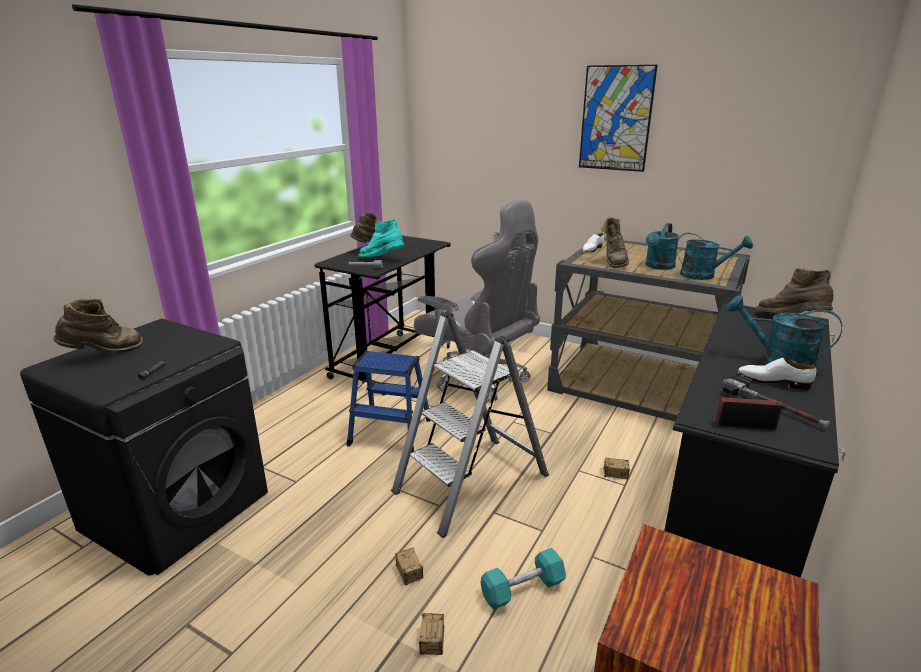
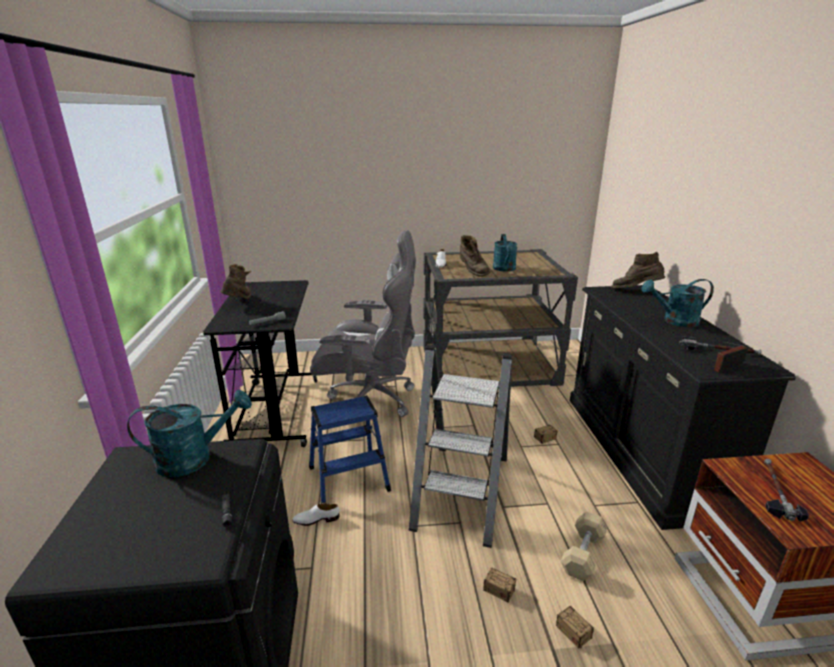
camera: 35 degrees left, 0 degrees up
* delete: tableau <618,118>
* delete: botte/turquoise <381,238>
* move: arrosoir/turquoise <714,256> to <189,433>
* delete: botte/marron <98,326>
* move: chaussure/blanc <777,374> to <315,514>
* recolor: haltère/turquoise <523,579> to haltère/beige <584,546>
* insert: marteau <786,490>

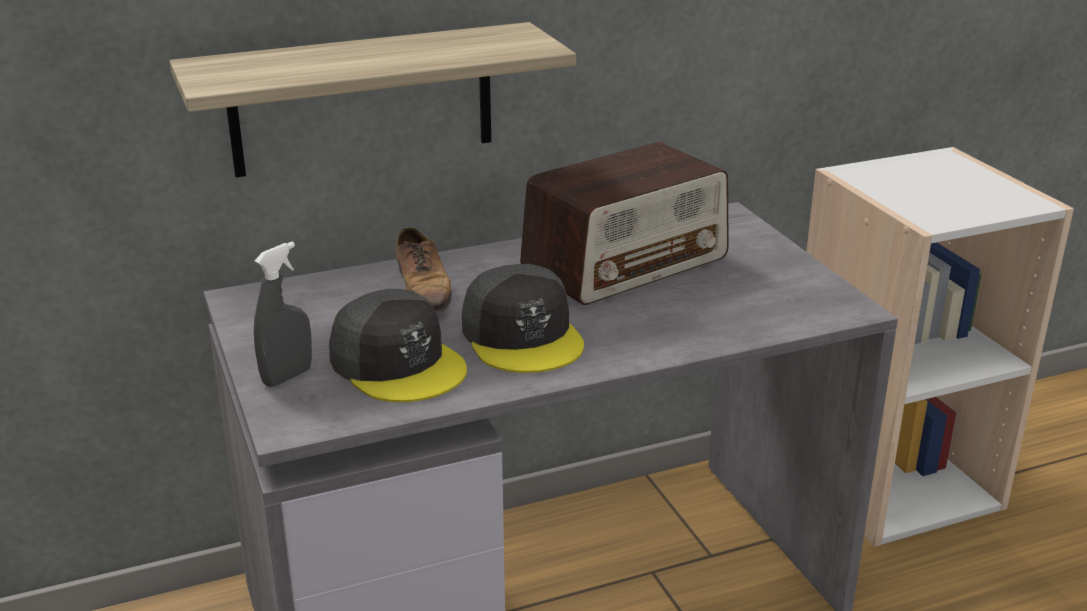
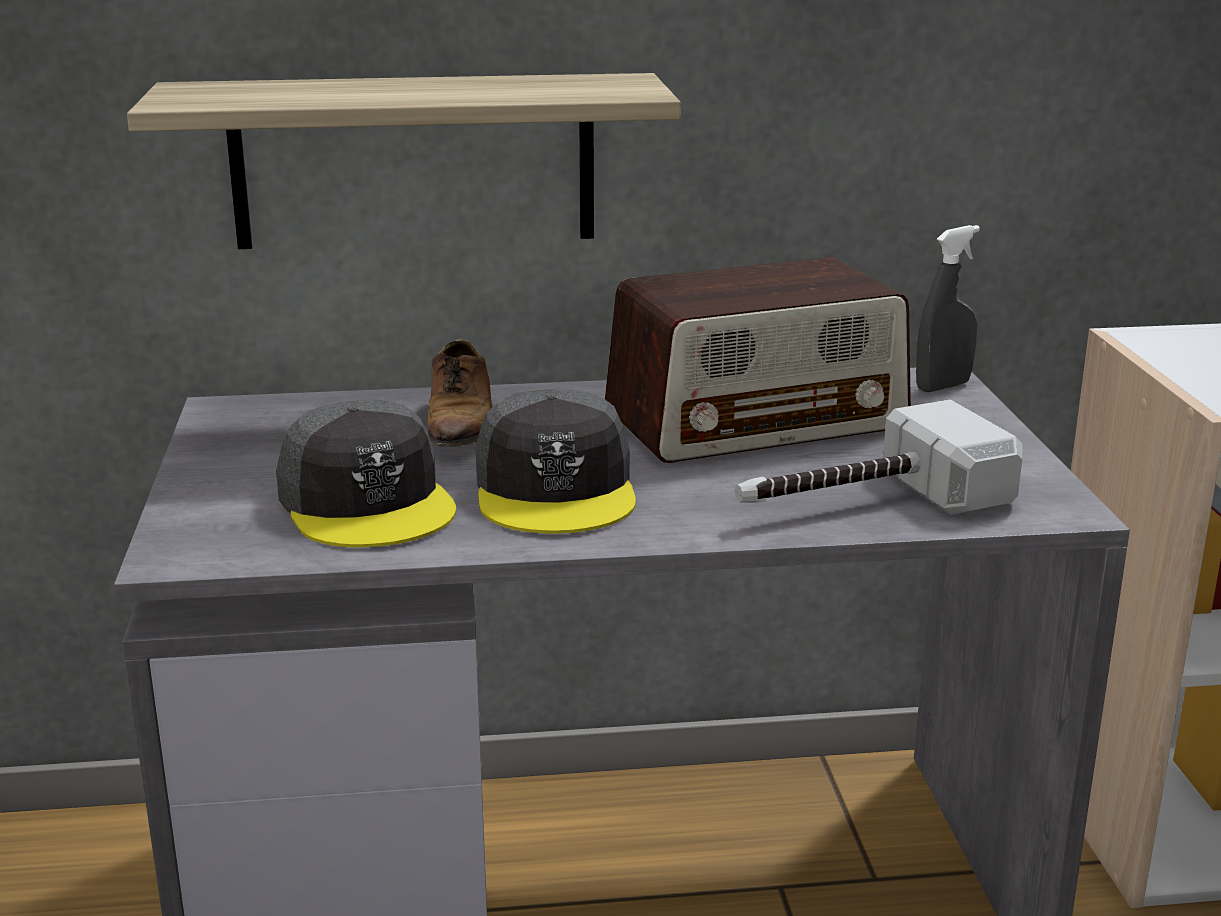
camera: 15 degrees right, 5 degrees down
* move: vaporisateur/gris <283,314> to <948,308>
* insert: marteau <879,457>

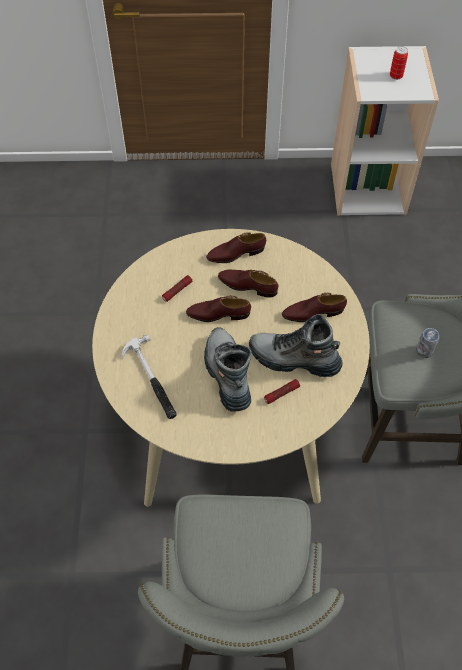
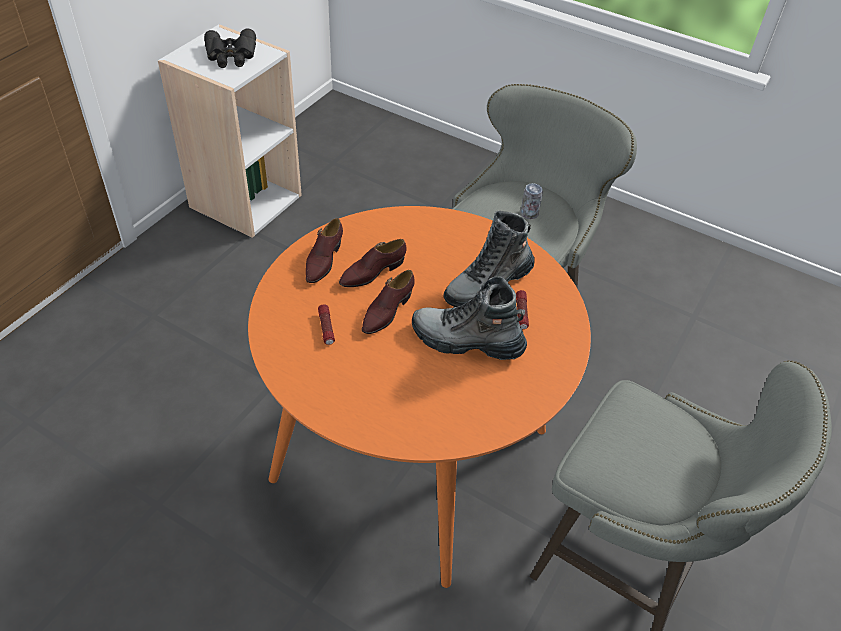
camera: 60 degrees left, 10 degrees down
* replace: boîte métallique <399,63> to jumelles/noir <230,48>
* recolor: table à manger/beige <231,368> to table à manger/orange <419,397>
* delete: chaussure/marron <314,307>
* delete: marteau <149,376>

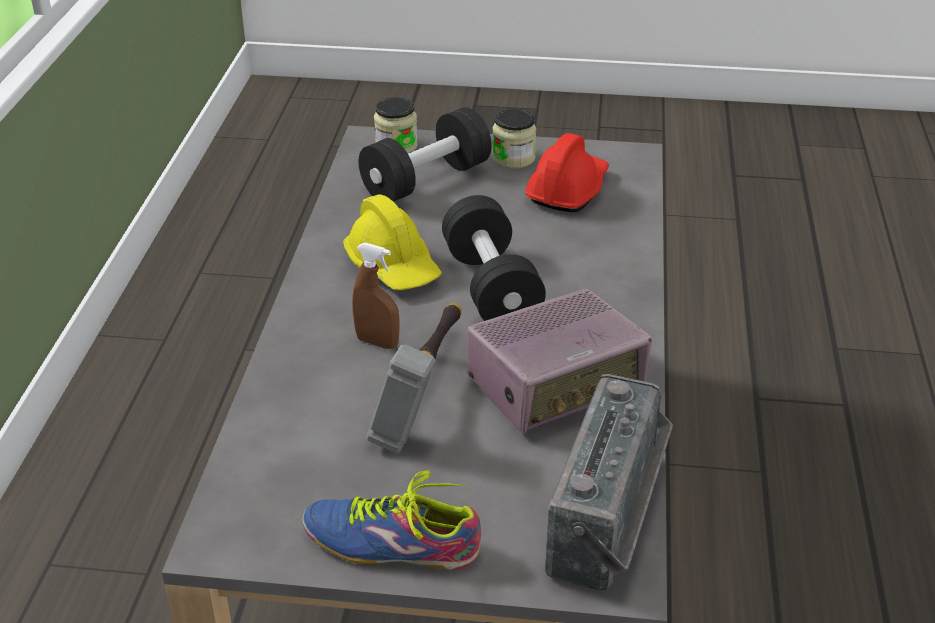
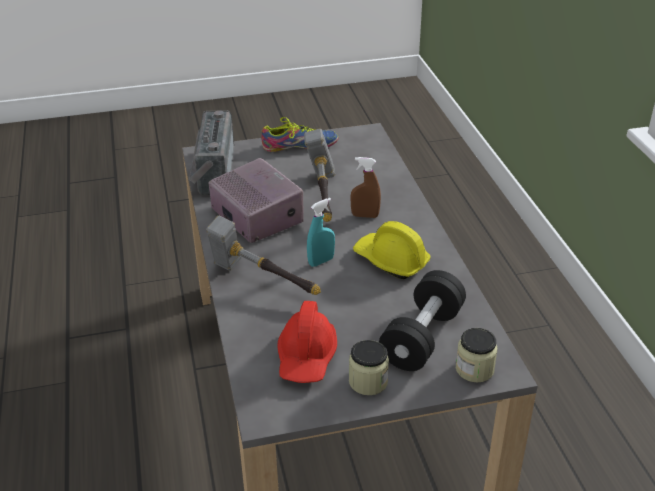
camera: 160 degrees right, 0 degrees up
* replace: haltère/noir <494,258> to vaporisateur/turquoise <321,232>
* rotate: radio <559,361> = <256,200> 105 degrees clockwise
* insert: marteau <263,255>

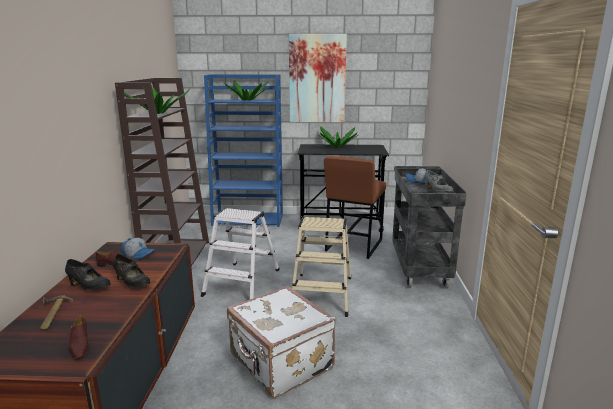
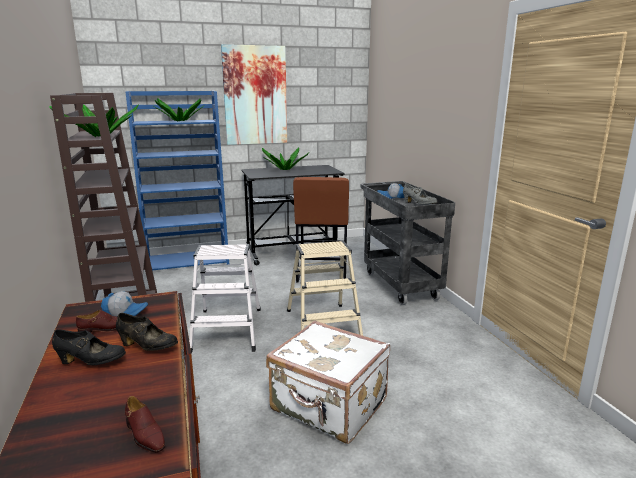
camera: 20 degrees left, 0 degrees up
* delete: marteau <56,312>

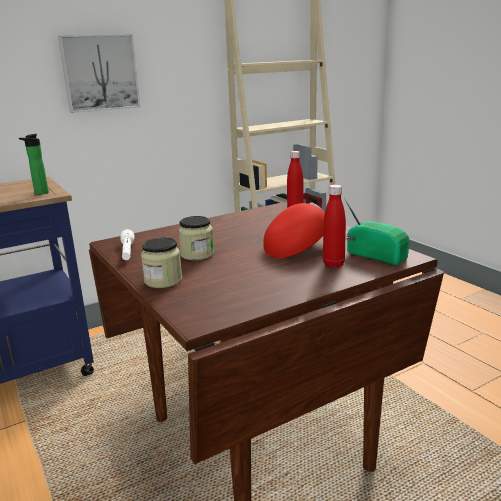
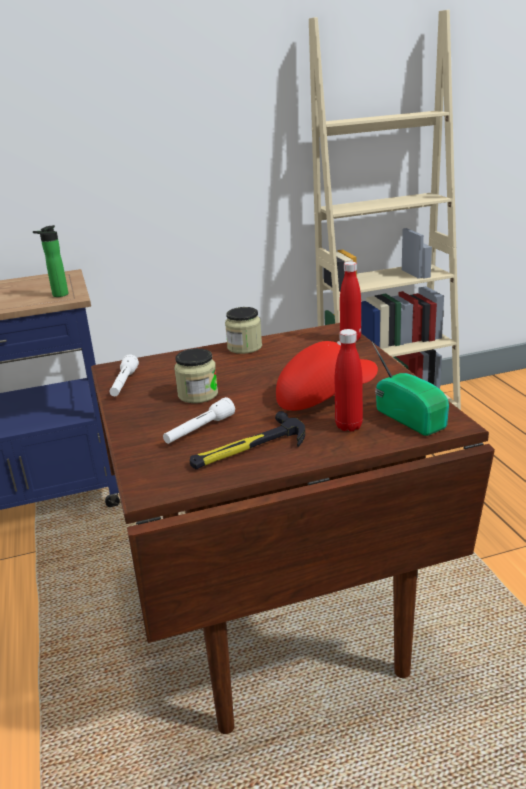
camera: 15 degrees right, 5 degrees up
* delete: tableau <99,73>
* move: bocal <161,262> to <243,330>
* insert: lampe de poche/blanc <199,420>
* insert: marteau <247,440>

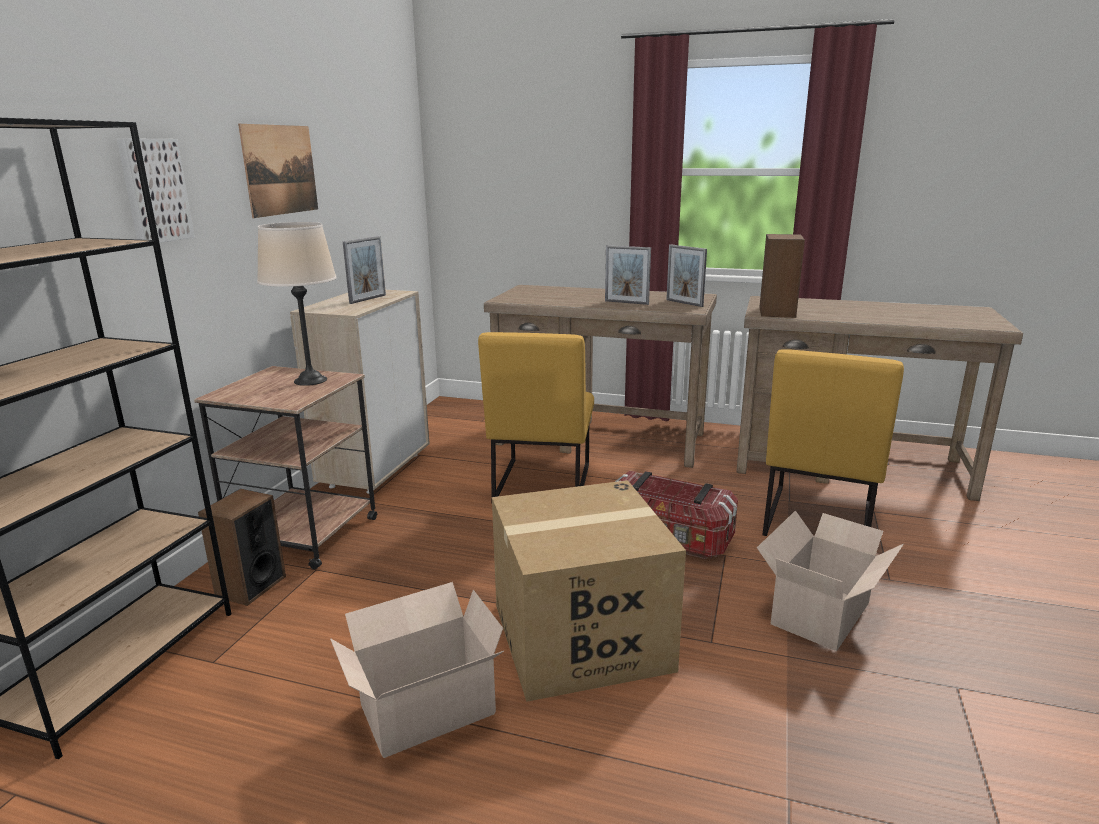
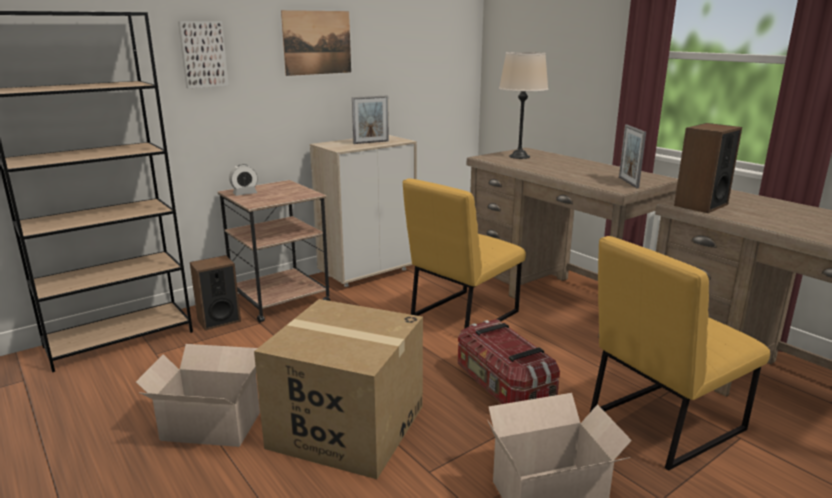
camera: 35 degrees right, 0 degrees up
* move: lampe de table/beige <297,304> to <523,105>
* delete: cadre photo <628,275>
* insert: réveil <243,180>

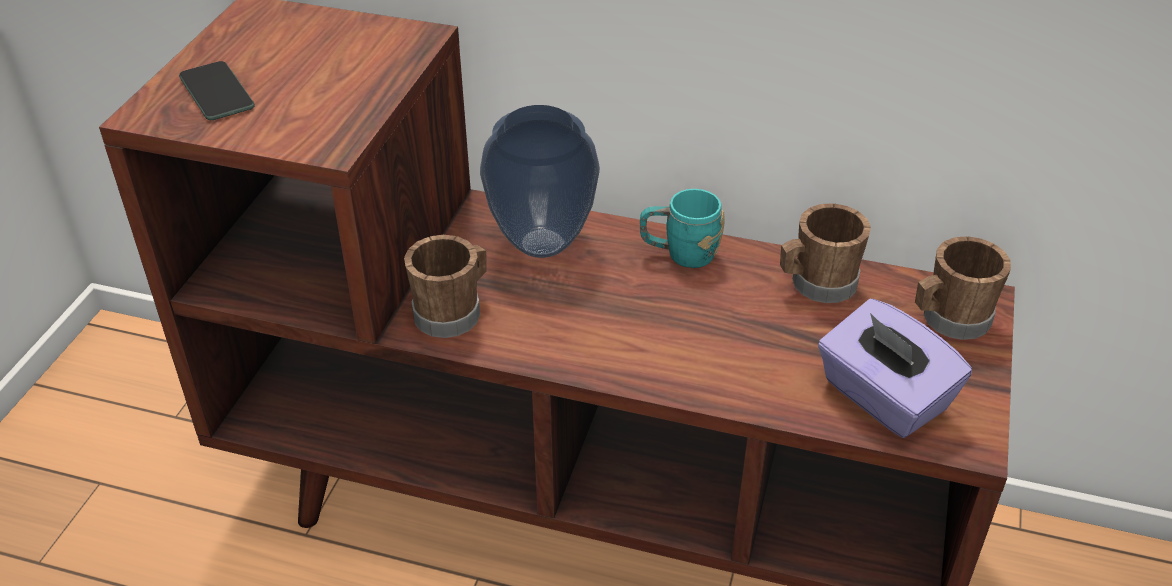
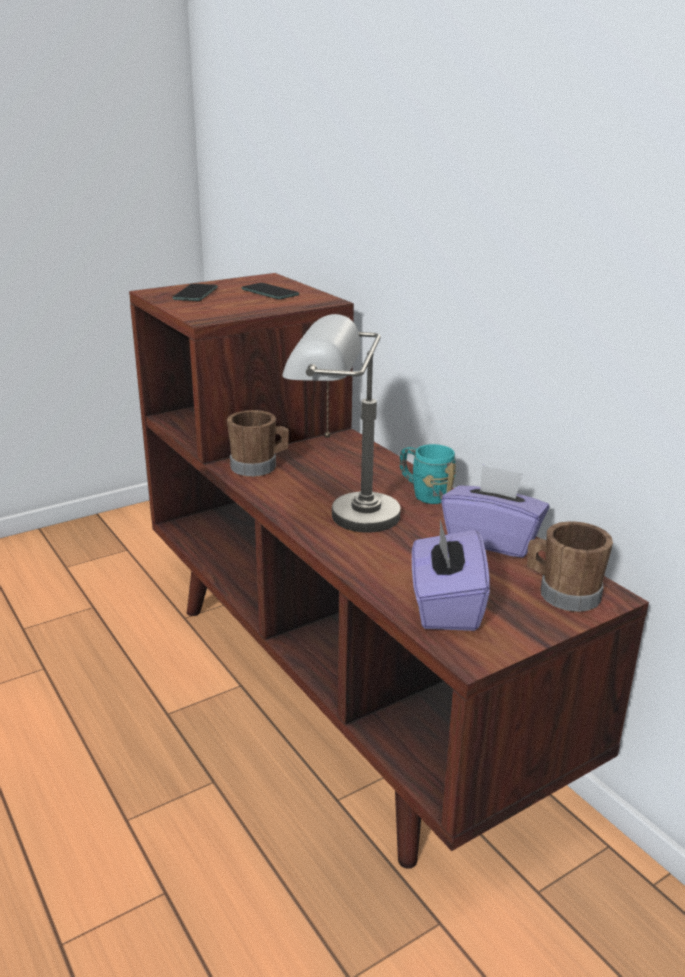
camera: 40 degrees right, 15 degrees down
* delete: vase <540,181>
* replace: mug/marron <825,253> to boîte à mouchoirs/violet <495,511>
* insert: téléphone <270,291>
* insert: lampe de table/gris <341,423>

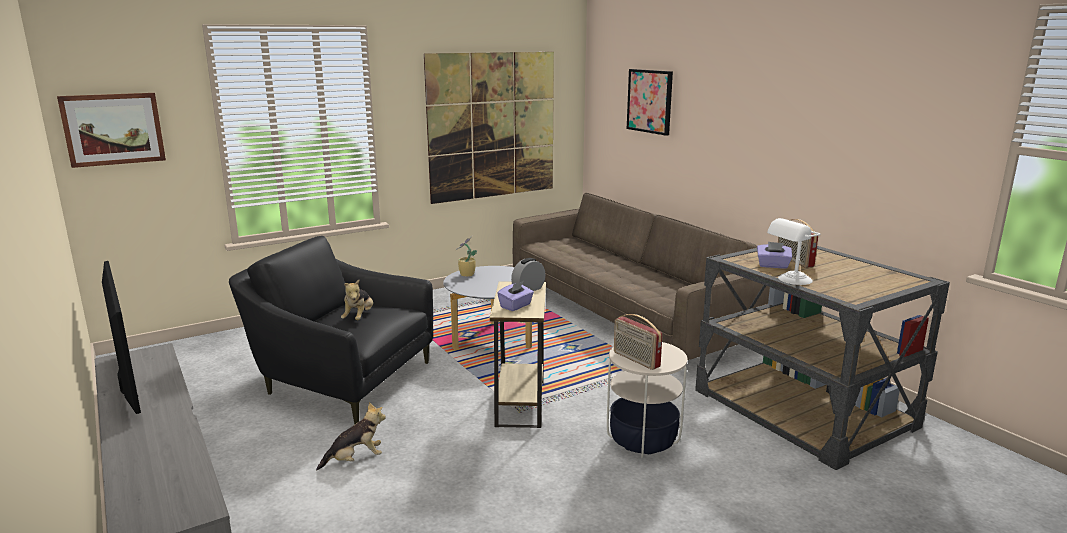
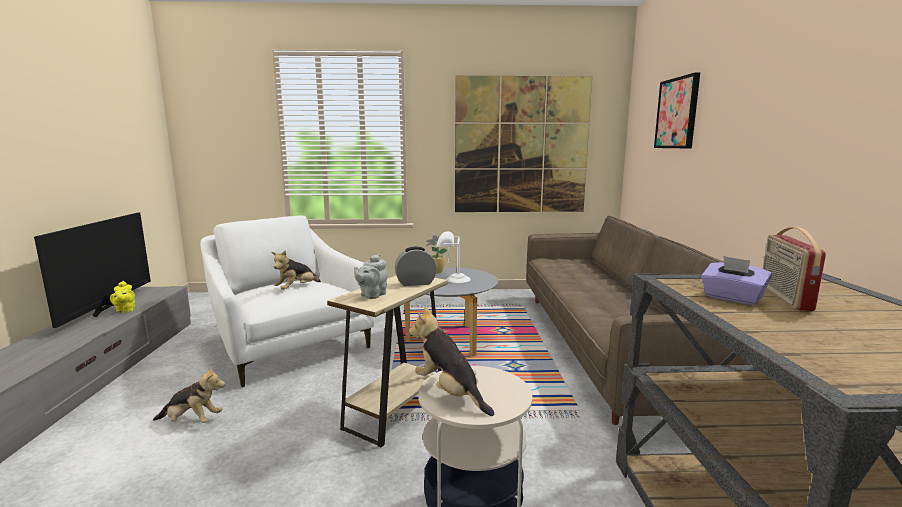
camera: 30 degrees right, 5 degrees down
* delete: tableau <111,130>
* move: lampe de table/blanc <793,251> to <453,257>
* recolor: fauteuil/noir <331,330> to fauteuil/blanc <287,301>
* replace: boîte à mouchoirs/violet <515,296> to théière/gris <371,276>
* replace: radio <638,342> to peluche <451,361>
* insert: théière/jaune <122,297>

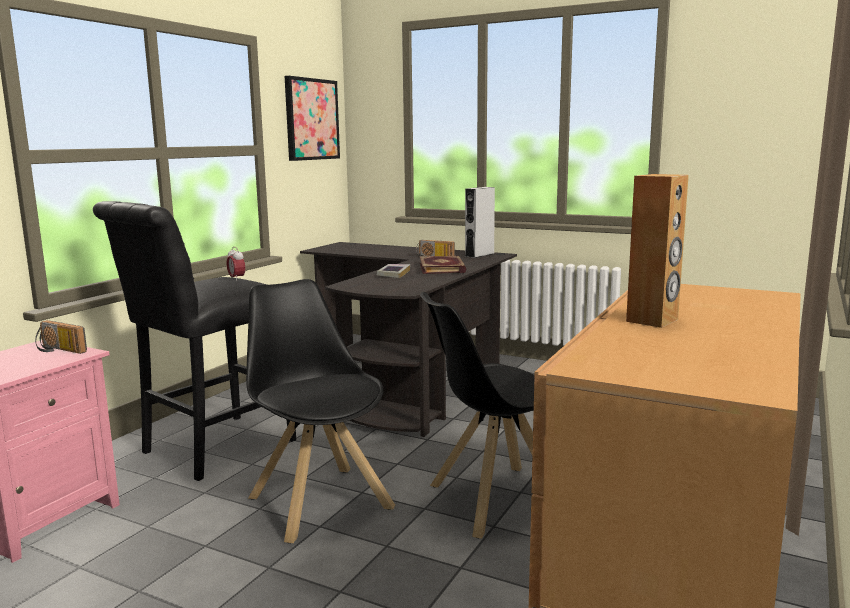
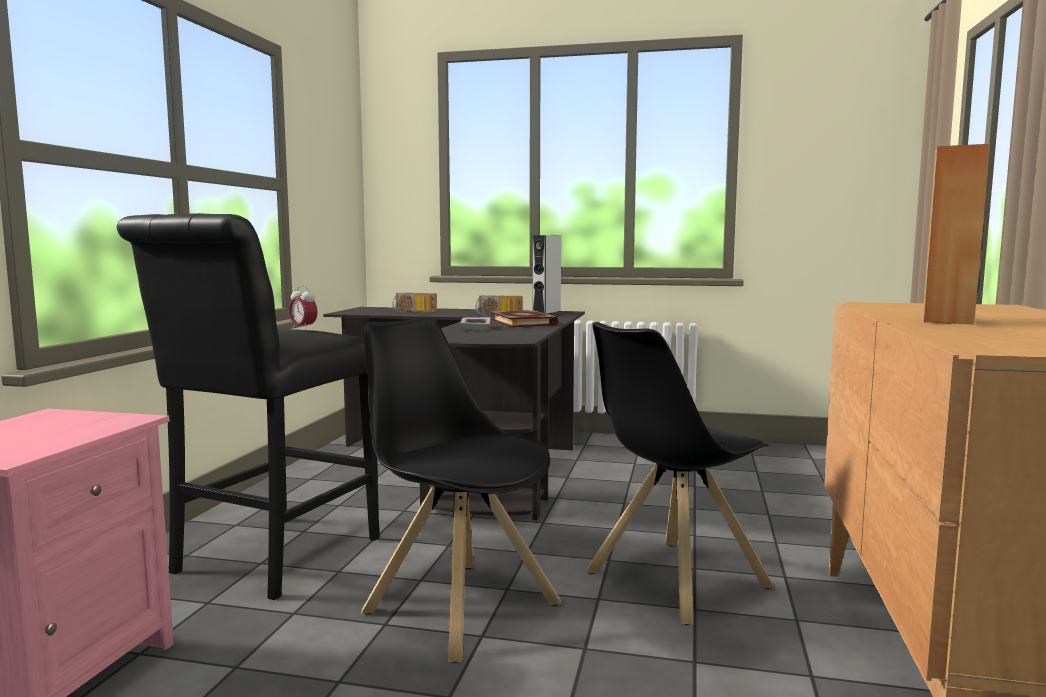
camera: 15 degrees left, 5 degrees down
* delete: tableau <312,118>
* move: radio <61,337> to <414,302>

